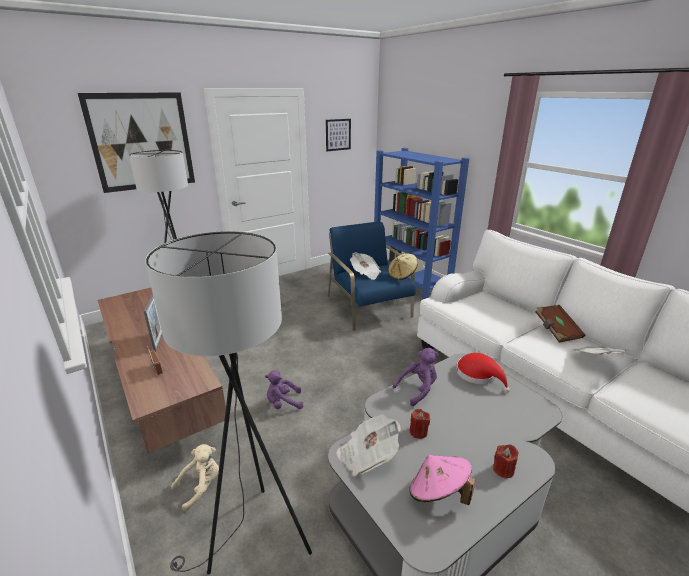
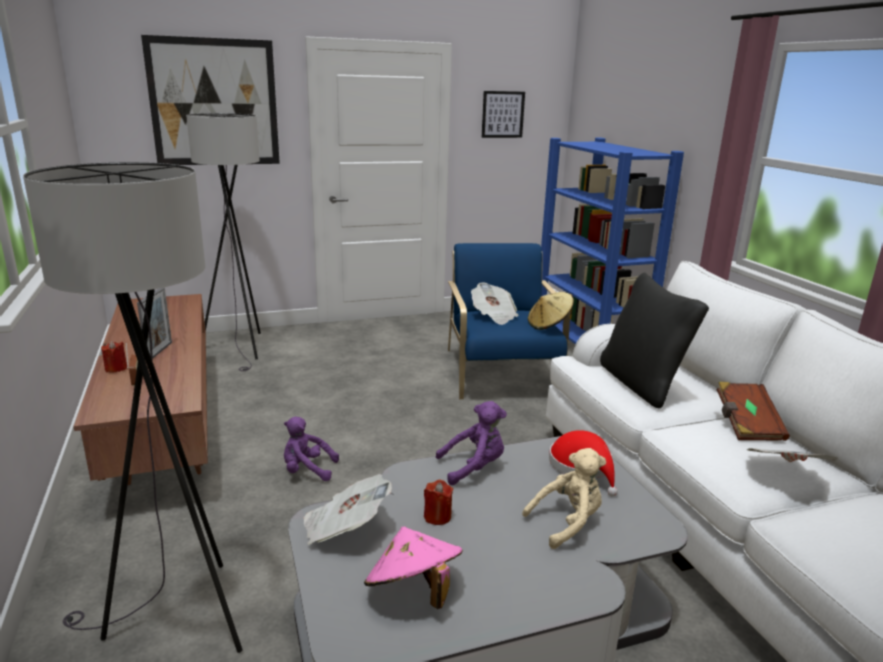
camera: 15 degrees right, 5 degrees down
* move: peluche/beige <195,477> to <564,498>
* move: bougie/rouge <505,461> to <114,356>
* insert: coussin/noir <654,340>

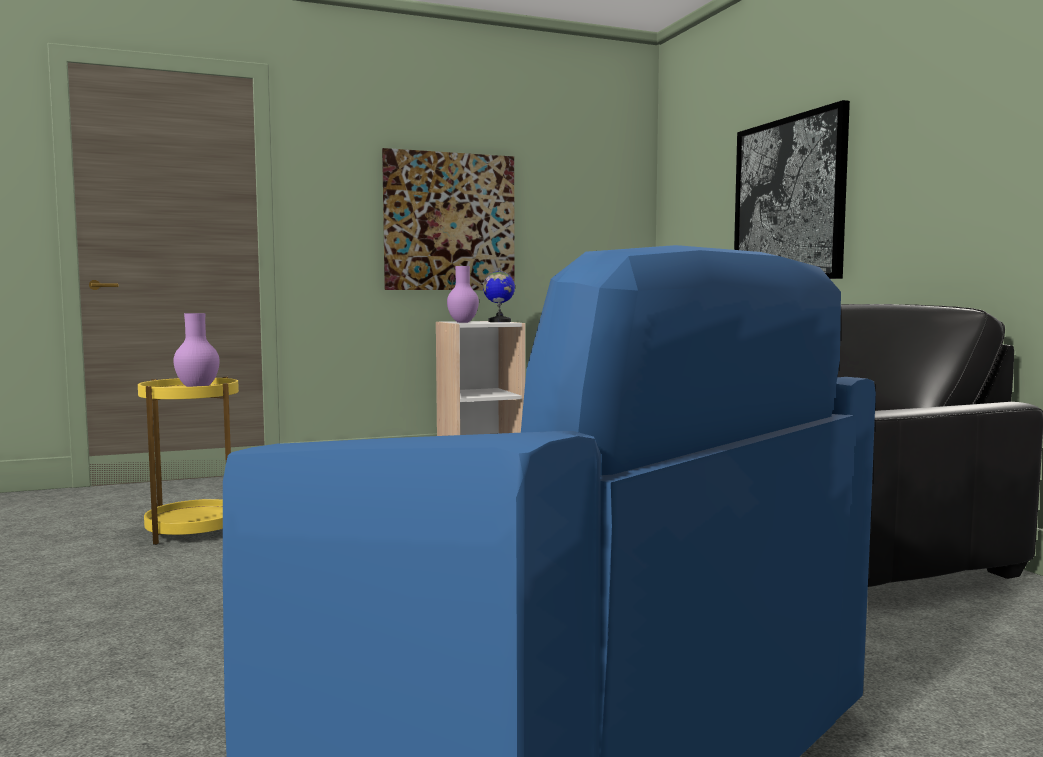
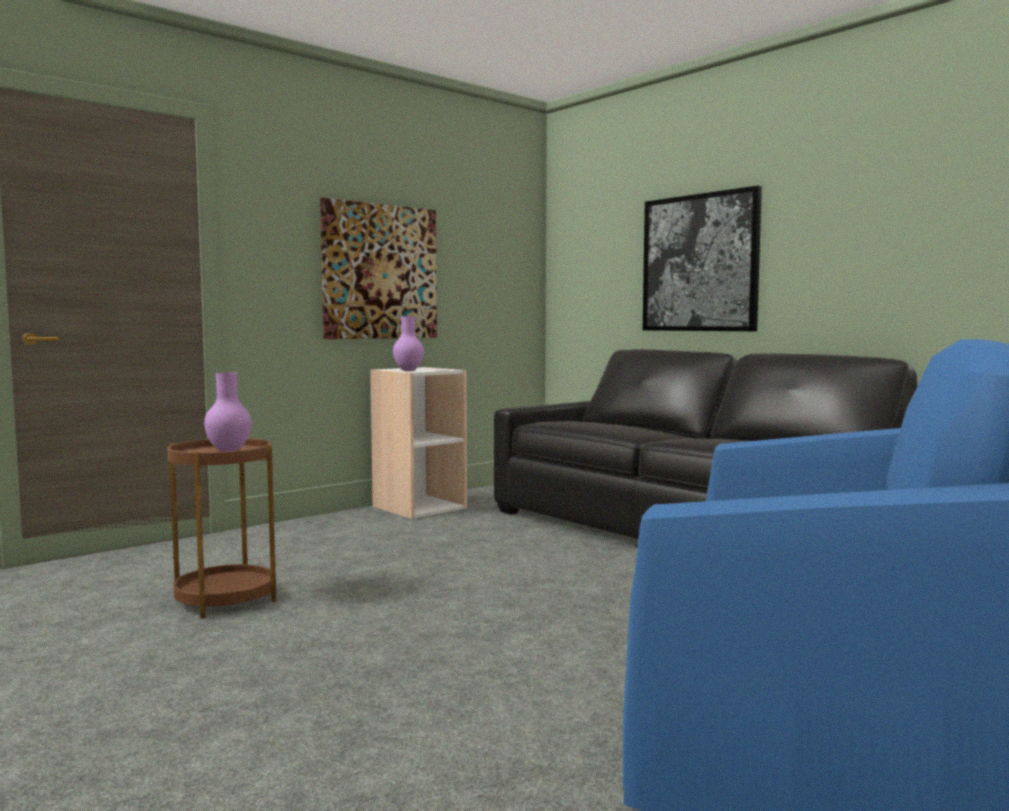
camera: 20 degrees left, 0 degrees up
* delete: globe <499,294>
* recolor: table d'appoint/jaune <188,461> to table d'appoint/marron <221,528>

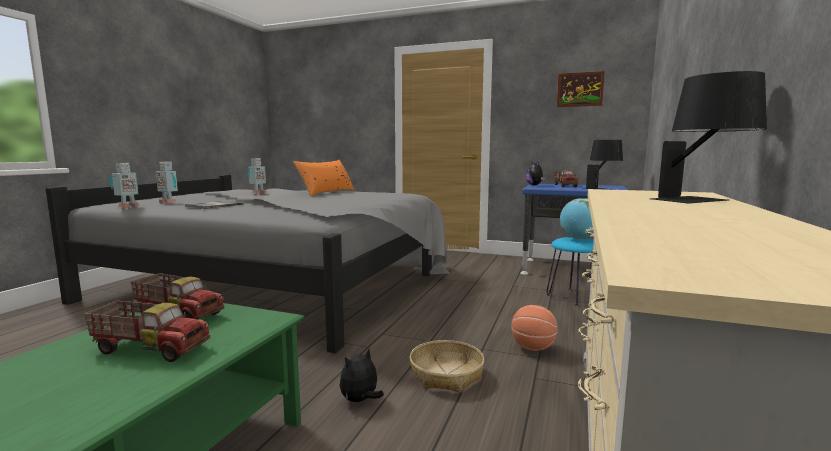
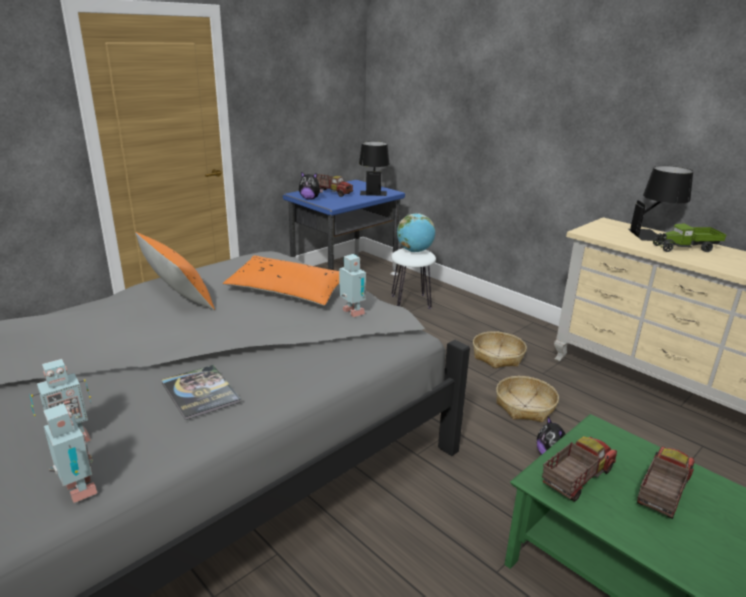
camera: 65 degrees left, 15 degrees up
* delete: tableau <581,89>
* move: robot jouet <257,176> to <352,285>
* recolor: tabouret/turquoise <570,271> to tabouret/blanc <413,278>
* replace: ballon de basket <534,328> to panier <500,349>
* insert: camion jouet <689,237>
* insert: coussin/orange <281,280>

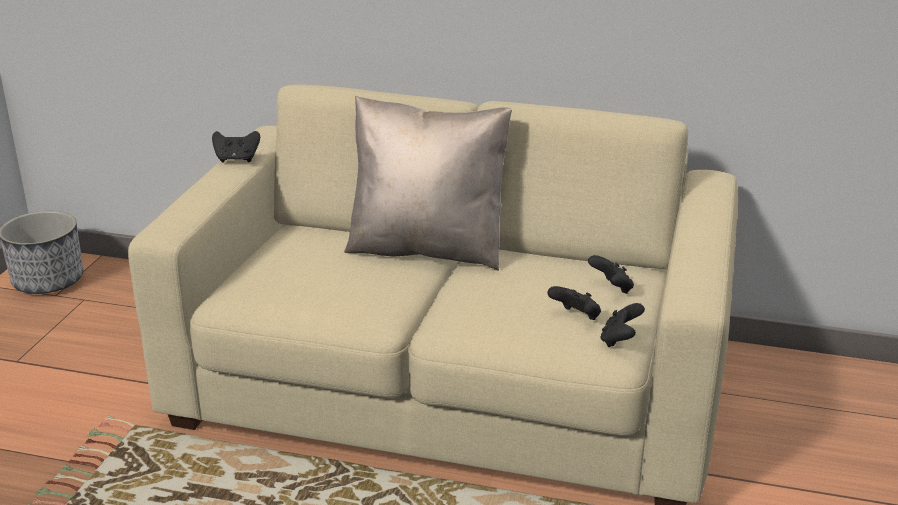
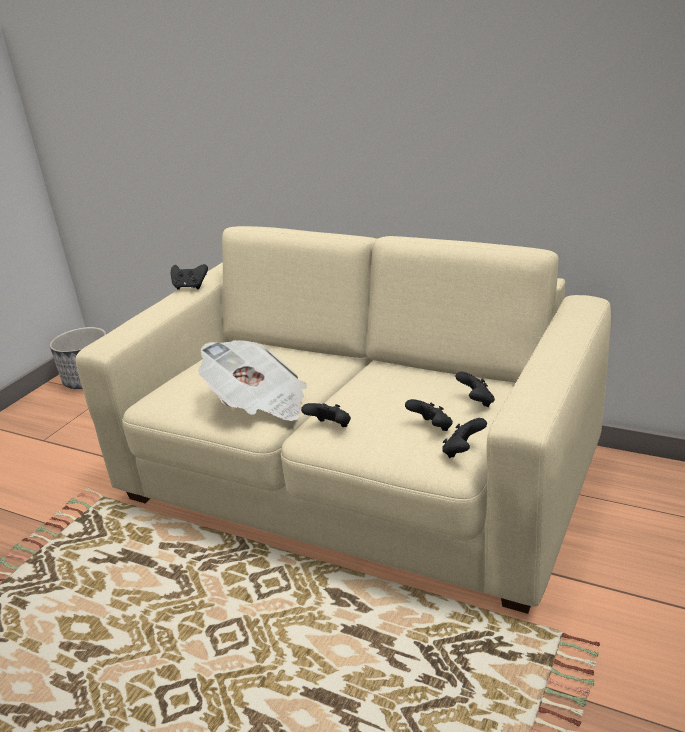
camera: 15 degrees right, 0 degrees up
* delete: coussin/beige <428,183>
* insert: journal <252,380>
* insert: manette/noir <326,415>

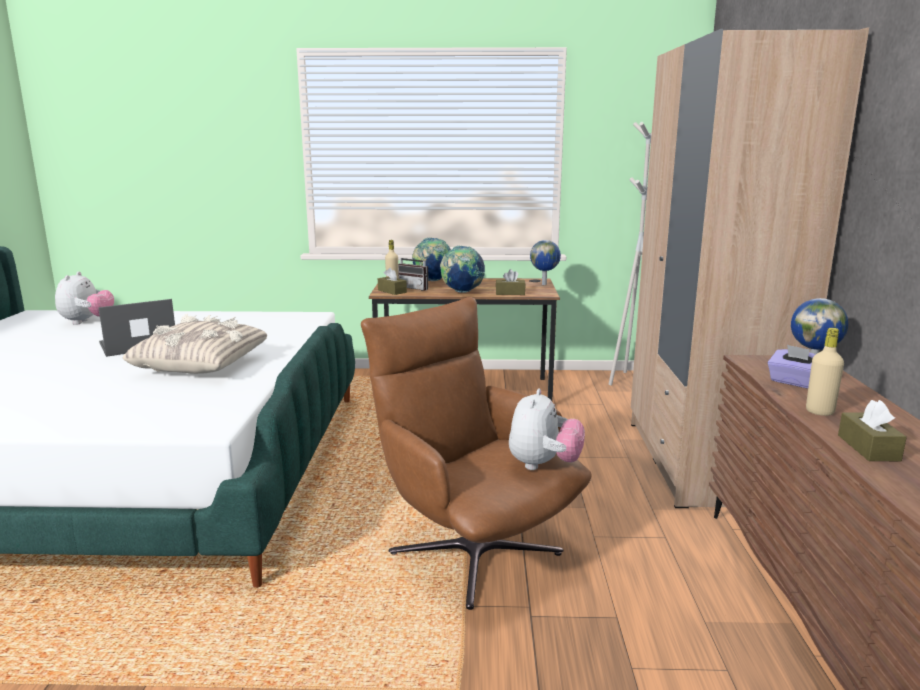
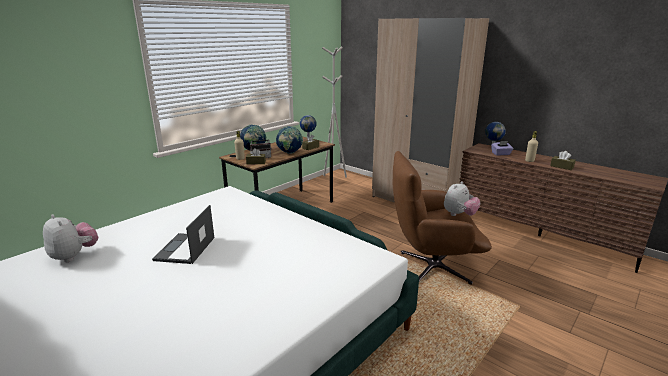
camera: 50 degrees left, 5 degrees up
* delete: coussin/beige <195,344>
* rotate: peluche <547,429> = <462,198> 75 degrees clockwise

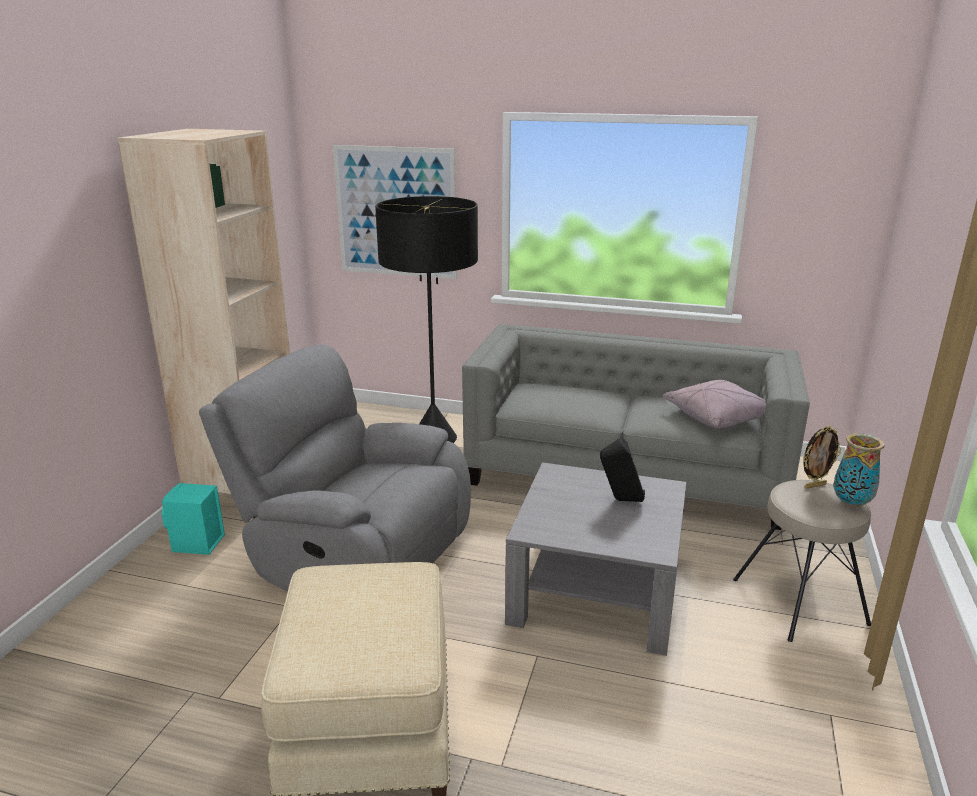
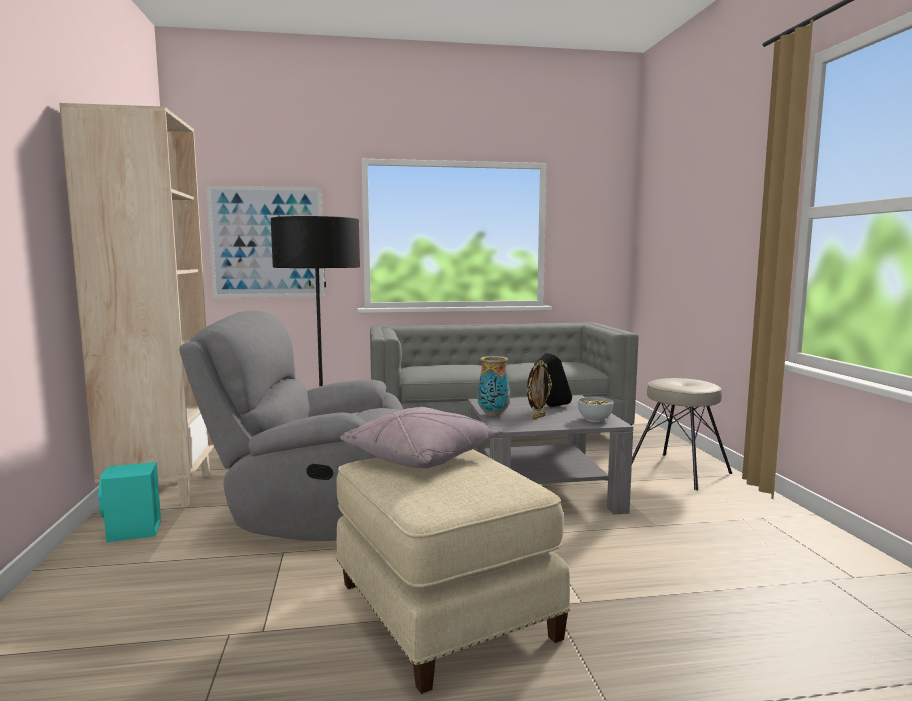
camera: 25 degrees left, 15 degrees down
* move: coussin/violet <714,404> to <421,437>
* move: cadre photo <822,457> to <539,389>
* move: vase <859,470> to <493,386>
* insert: bol <595,409>

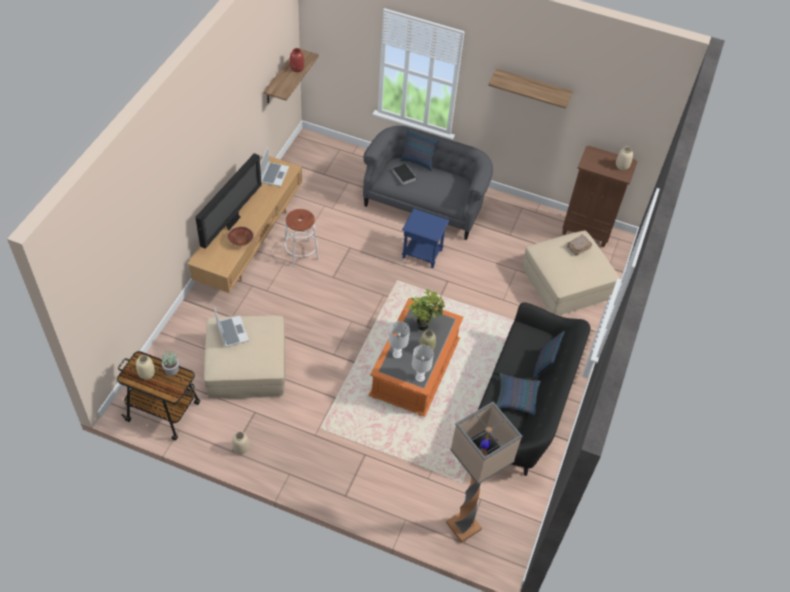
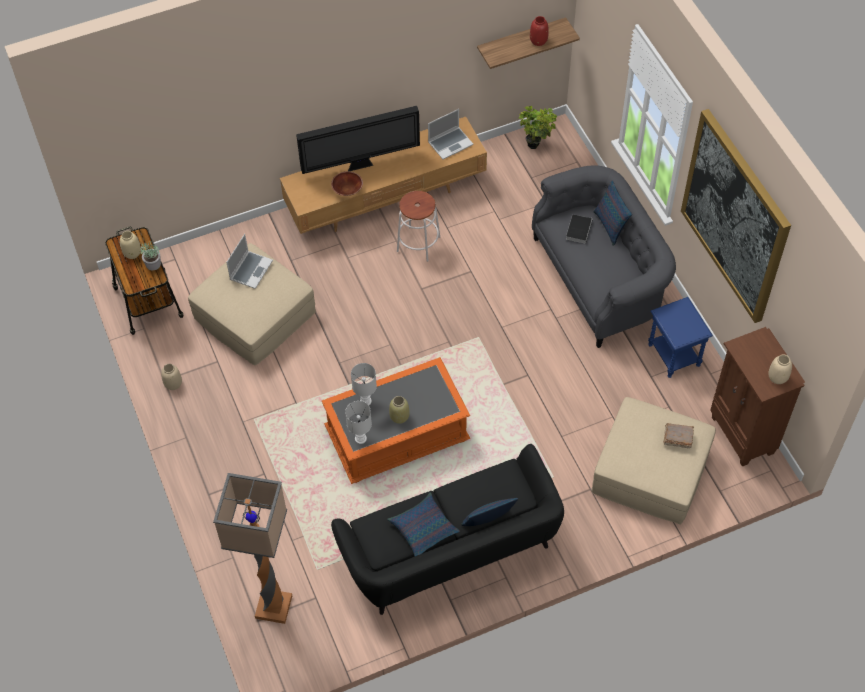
camera: 50 degrees right, 5 degrees up
* replace: étagère <530,89> to tableau <736,216>
* move: table d'appoint/bleu <426,238> to <680,337>
* move: plante en pot <425,310> to <538,127>

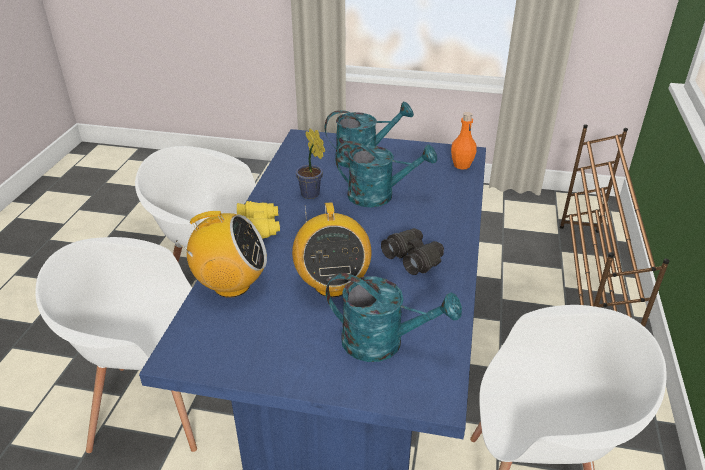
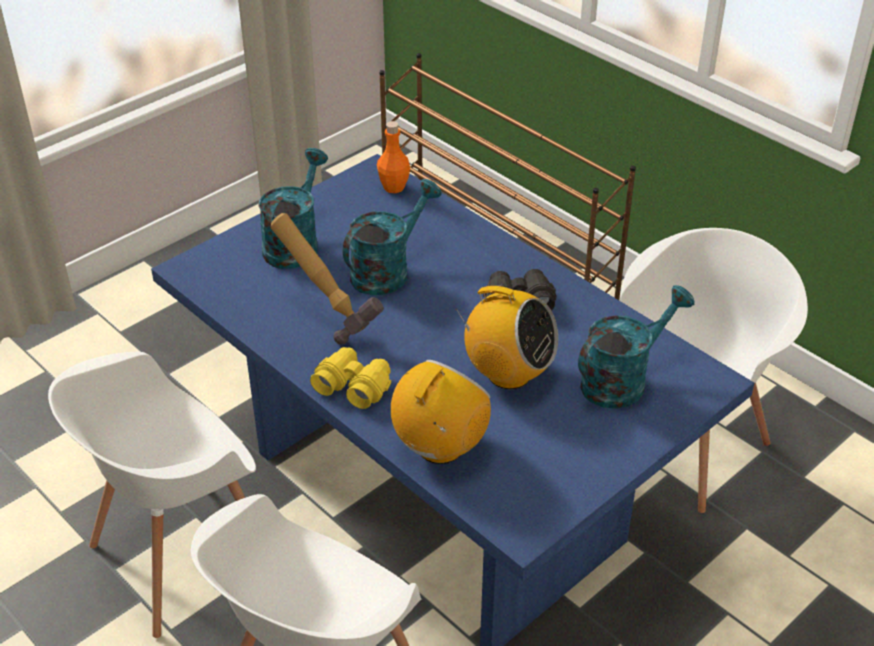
camera: 55 degrees left, 5 degrees up
* replace: plante en pot <310,163> to marteau <327,278>

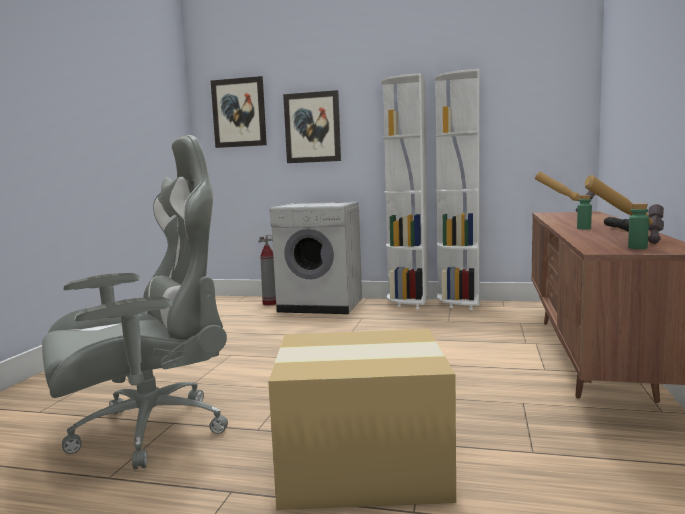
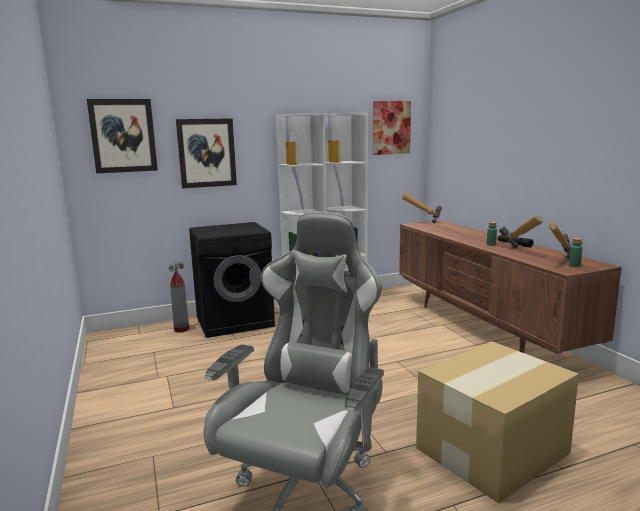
camera: 35 degrees left, 5 degrees up
* recolor: lave-linge/blanc <316,258> to lave-linge/noir <232,280>
* insert: tableau <392,128>
* insert: marteau <520,231>

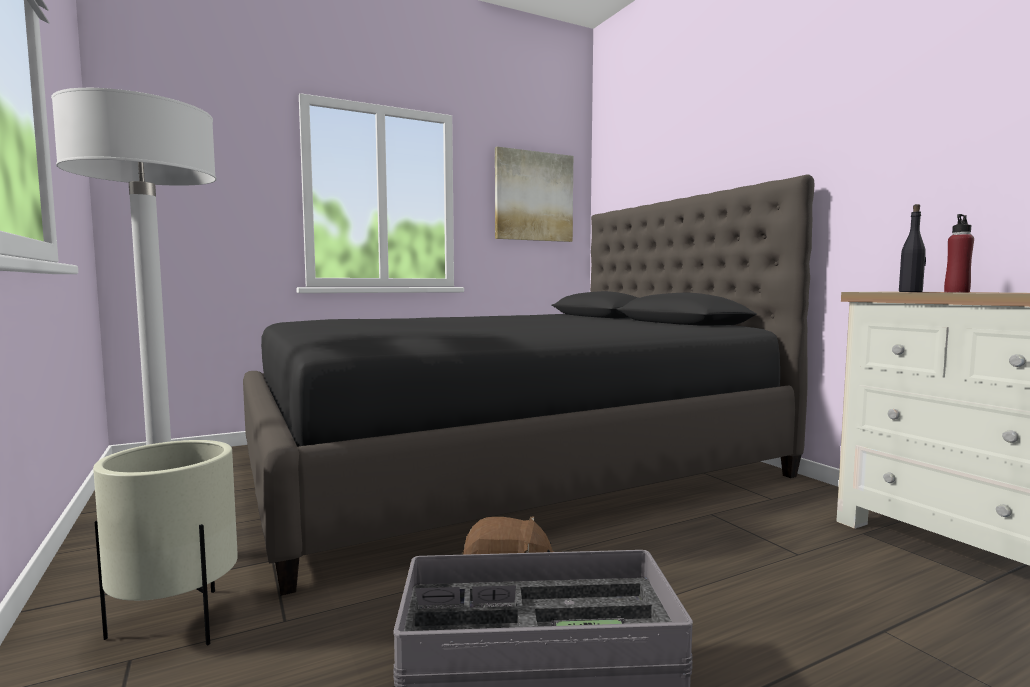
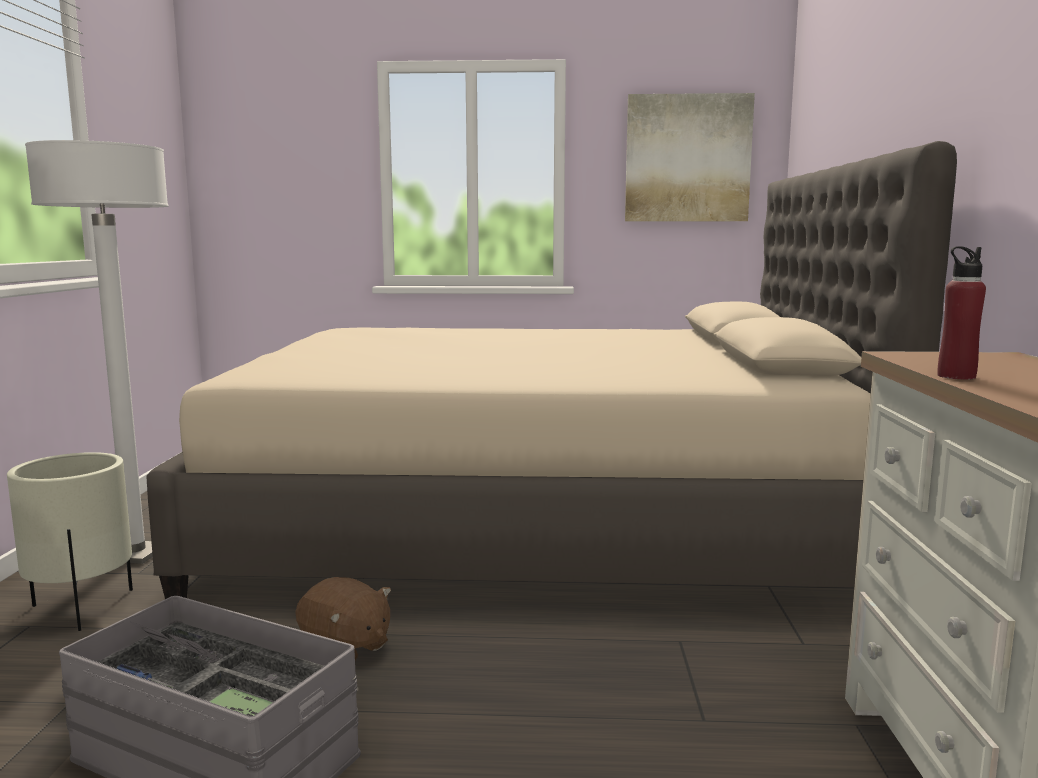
camera: 30 degrees right, 5 degrees up
* recolor: lit/noir <528,385> to lit/beige <551,370>
* delete: bouteille/noir <912,248>

